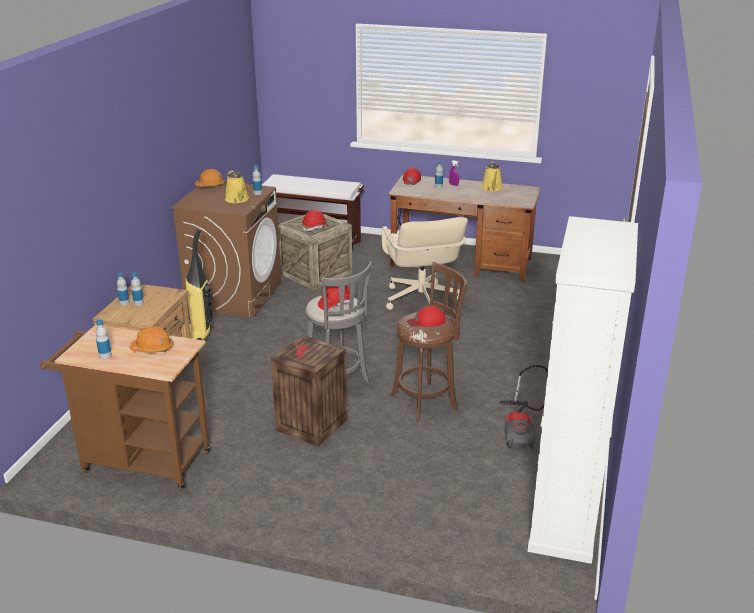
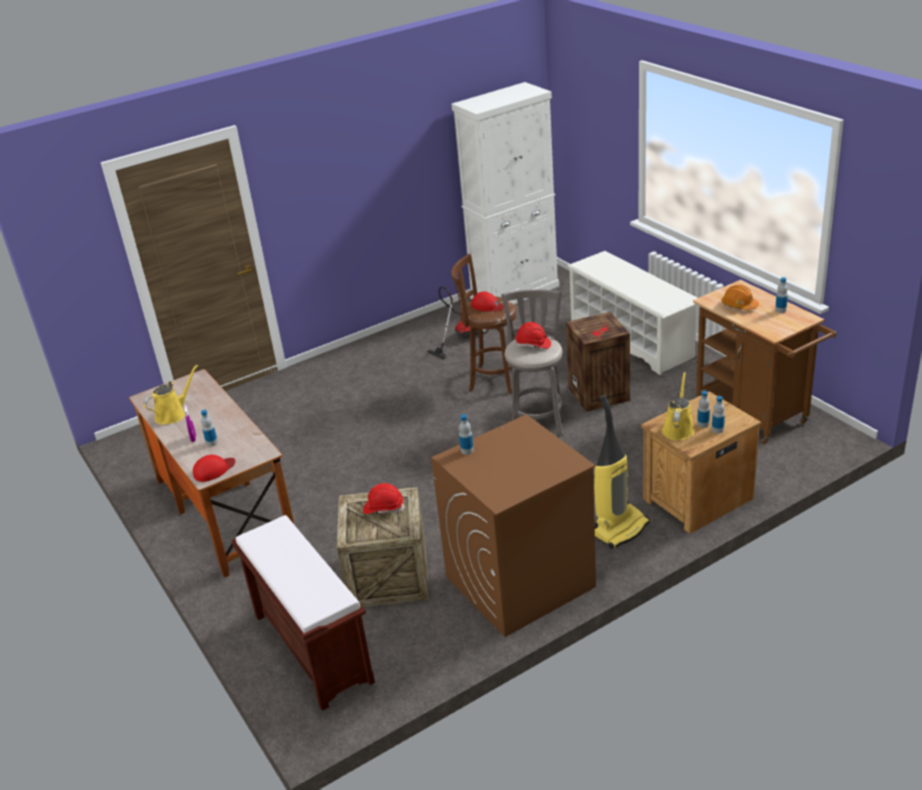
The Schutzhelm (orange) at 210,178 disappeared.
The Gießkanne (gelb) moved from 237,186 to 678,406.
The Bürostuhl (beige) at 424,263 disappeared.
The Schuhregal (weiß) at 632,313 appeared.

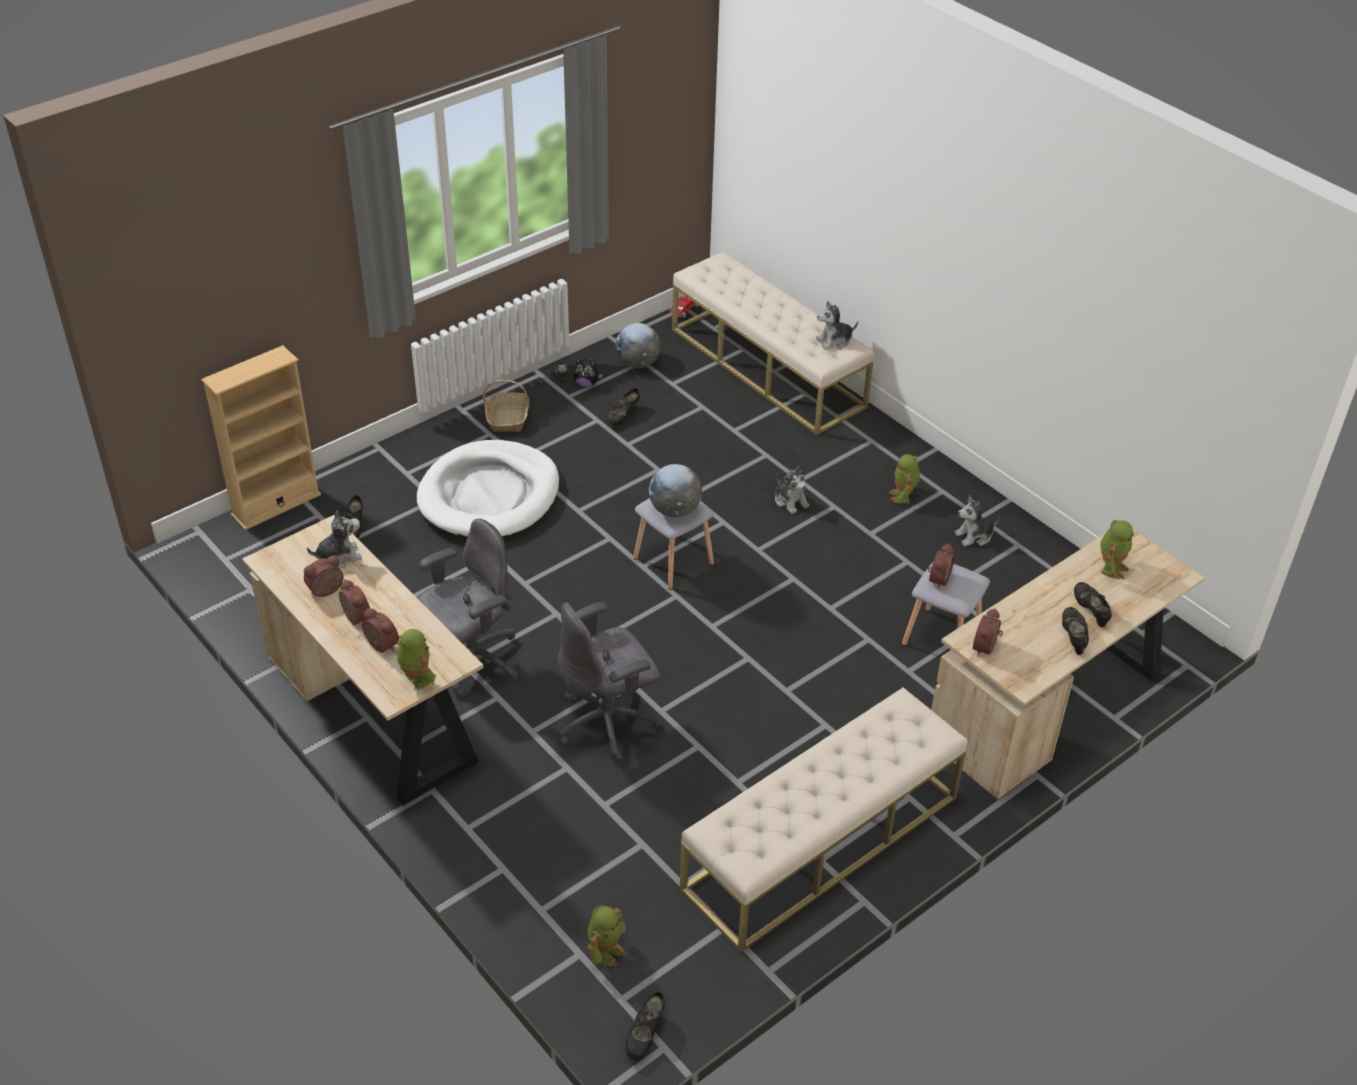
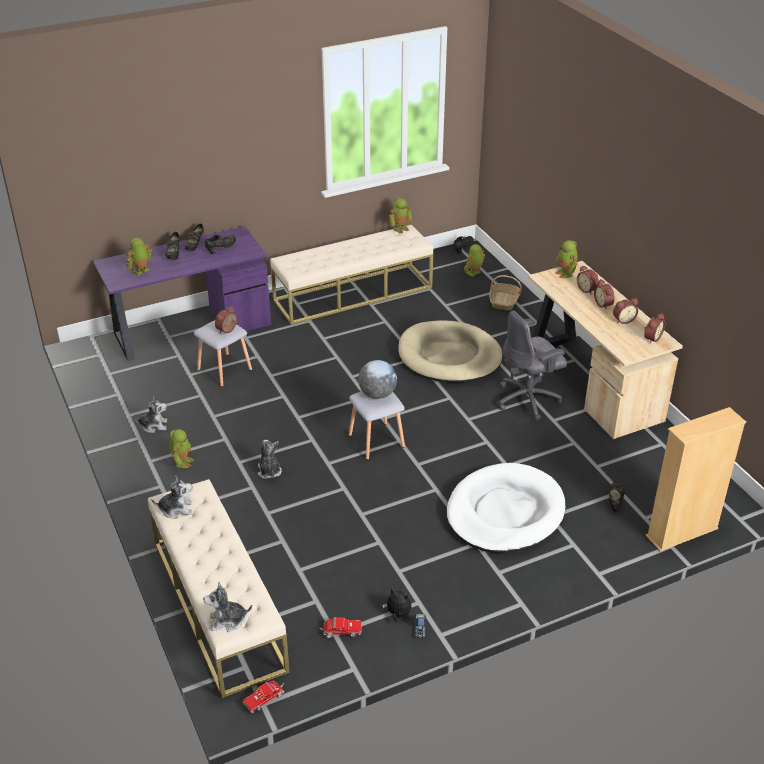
The Plüschtier moved from 334,539 to 227,607.
The Korb moved from 506,406 to 505,292.
The Bürostuhl (grau) at 609,682 was replaced by the Hundebett (beige) at 450,351.
The Schuh (schwarz) moved from 623,407 to 220,244.
The Globus at 638,345 was replaced by the Spielzeuglaster at 340,627.
The Schreibtisch (beige) at 1067,664 became the Schreibtisch (lila) at 182,293.
The Wecker moved from 988,632 to 654,328.
The Spielzeugroboter at 400,215 appeared.

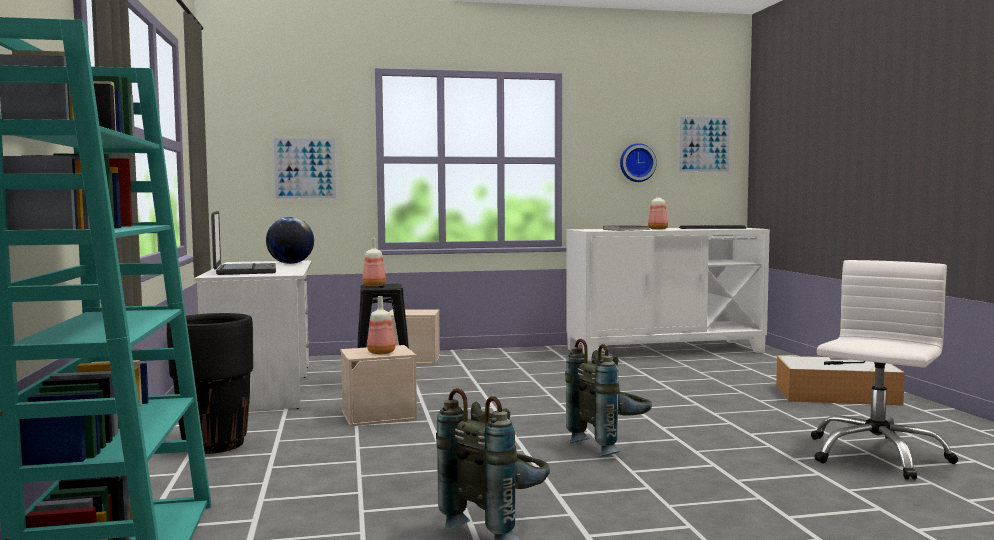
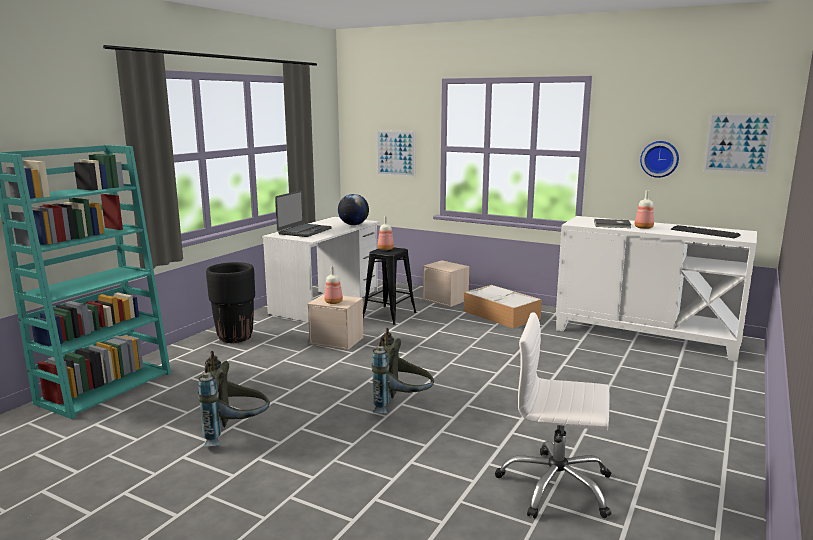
The Aufbewahrungsbox moved from 840,381 to 503,306.
The Bürostuhl (weiß) at 884,370 turned 150 degrees counterclockwise.

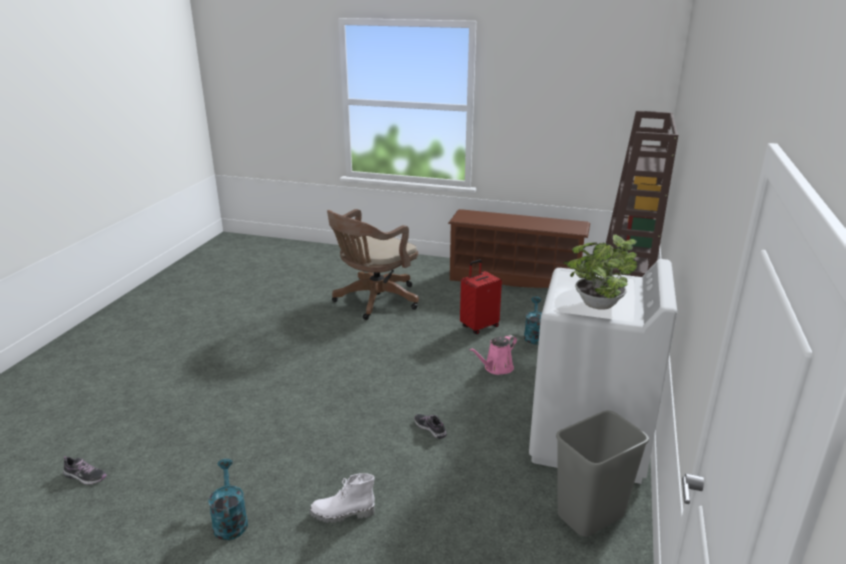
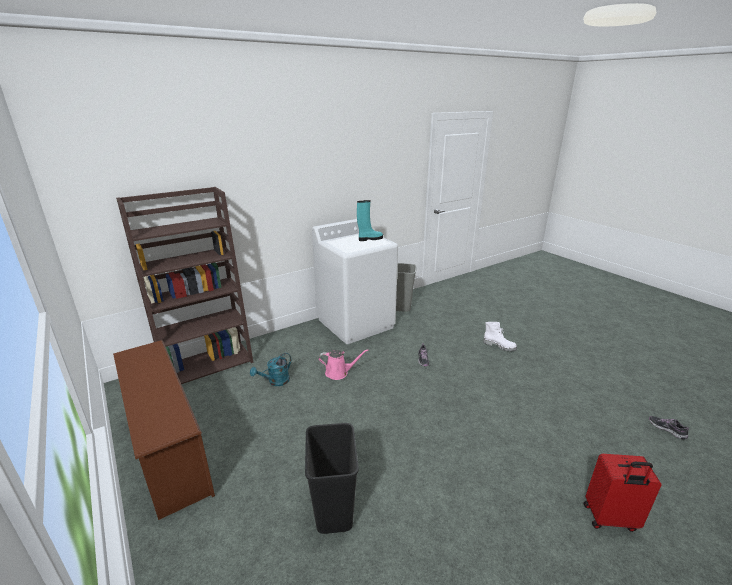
The Gießkanne (türkis) at 228,499 disappeared.
The Bürostuhl (braun) at 373,264 was replaced by the Mülleimer (schwarz) at 332,478.
The Koffer (rot) moved from 481,297 to 623,493.
The Topfpflanze at 600,272 was replaced by the Stiefel (türkis) at 370,220.

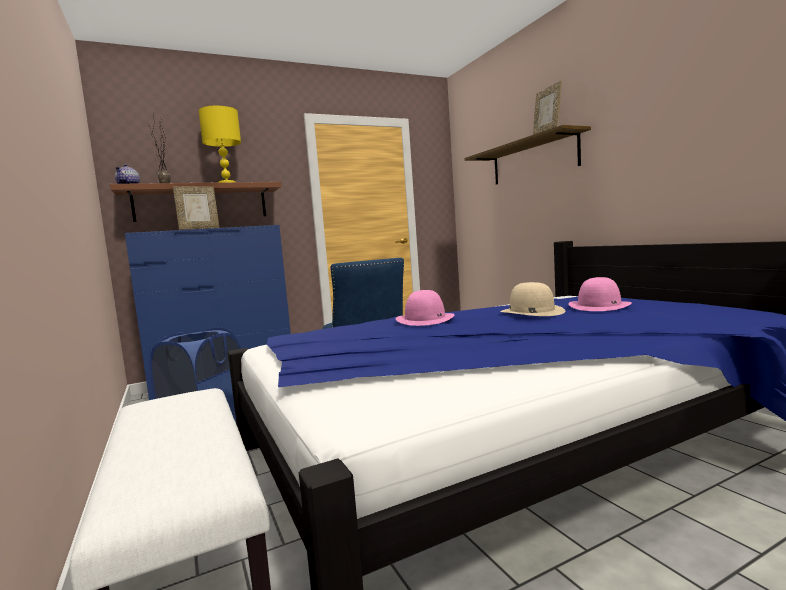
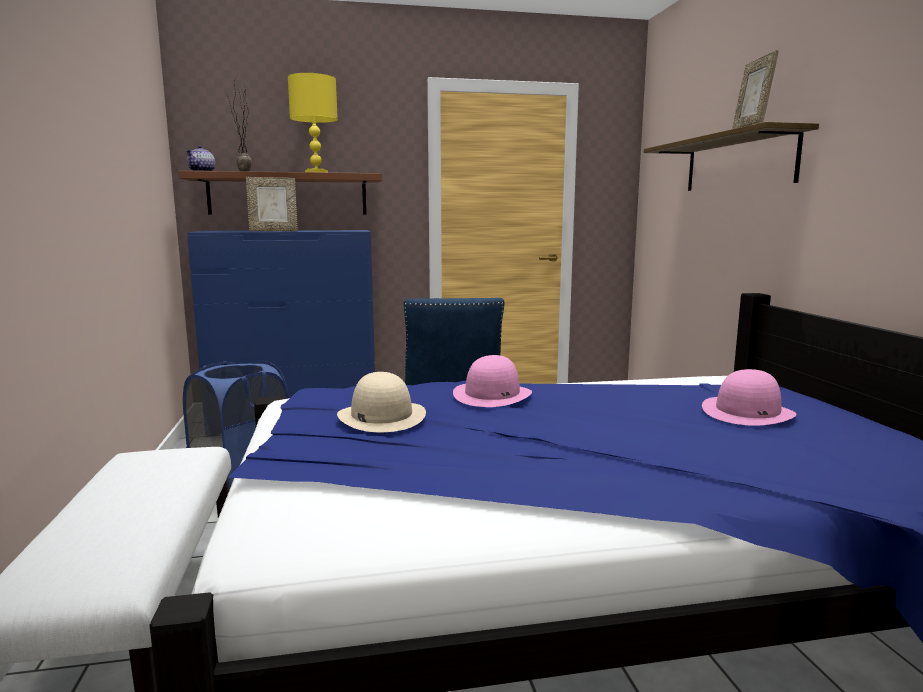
The Hut (beige) moved from 532,299 to 381,402.

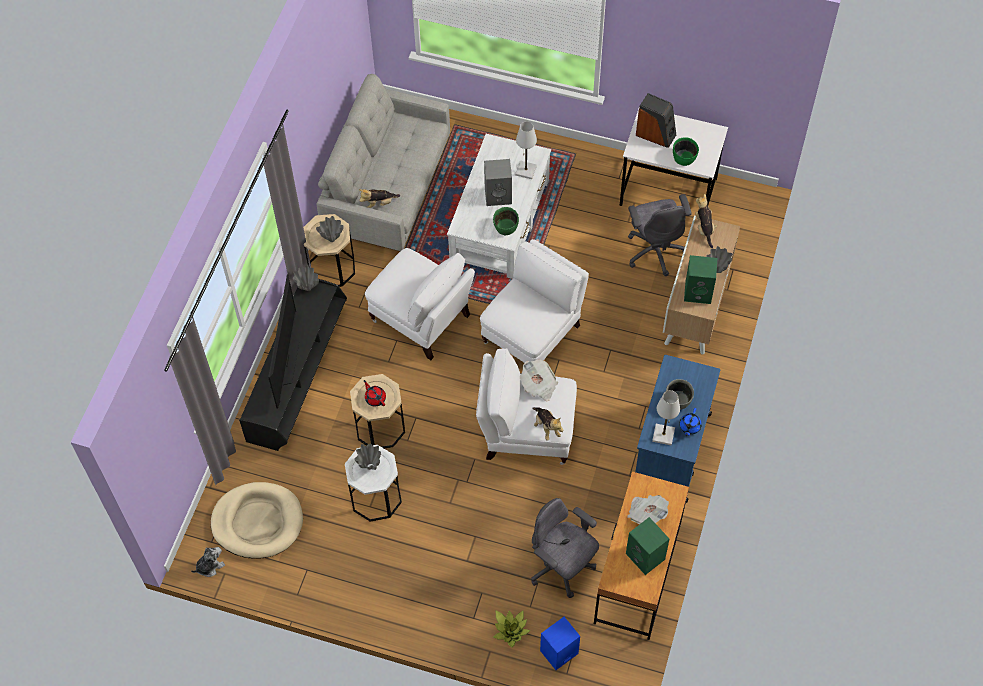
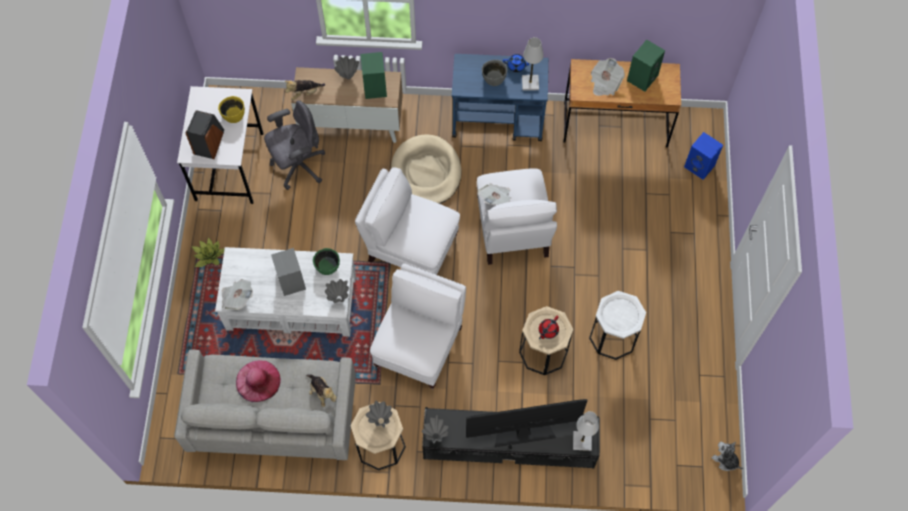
The Hundebett (beige) moved from 257,520 to 426,169.
The Vase (grau) moved from 367,457 to 337,291.
The Topfpflanze moved from 512,629 to 208,252.
The Tischlampe (weiß) moved from 526,150 to 586,431.
The Bürostuhl (grau) at 565,548 disappeared.
The Plüschtier at 548,424 disappeared.
The Schüssel (grün) at 686,151 became the Schüssel (gelb) at 231,109.
The Zeitung at 237,294 appeared.
The Hut (rosa) at 258,381 appeared.

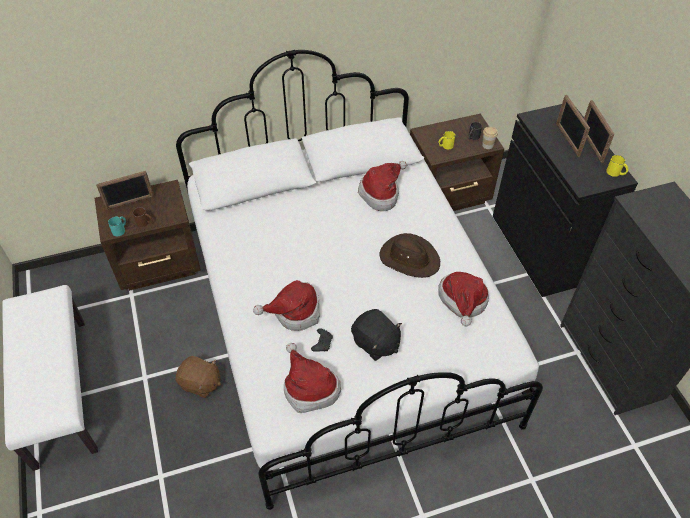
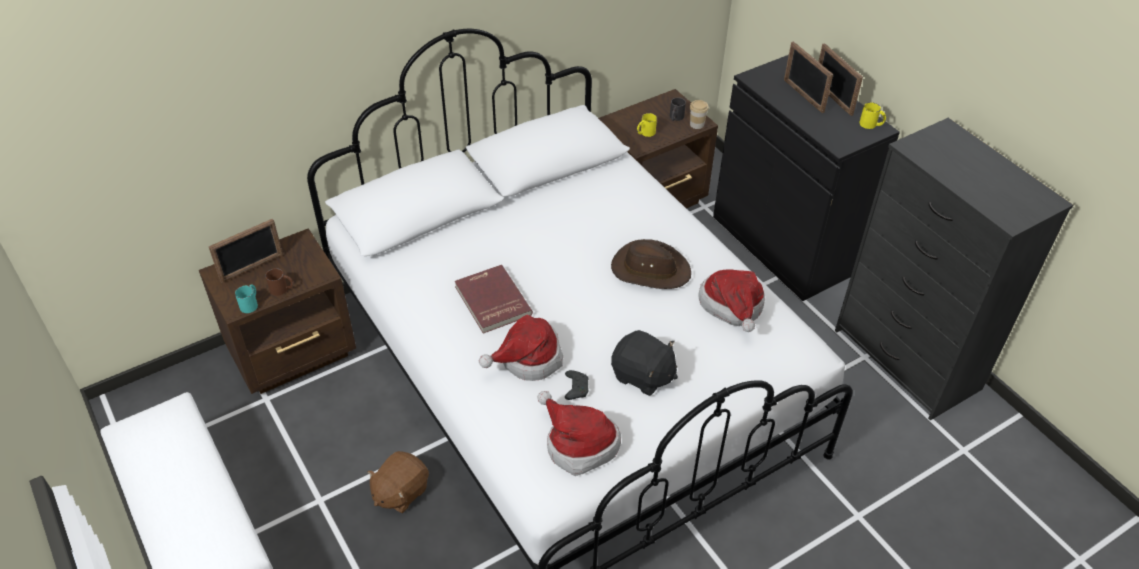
The Plüschtier (braun) at 198,377 turned 120 degrees clockwise.
The Hut at 382,186 disappeared.
The Buch (rot) at 493,299 appeared.

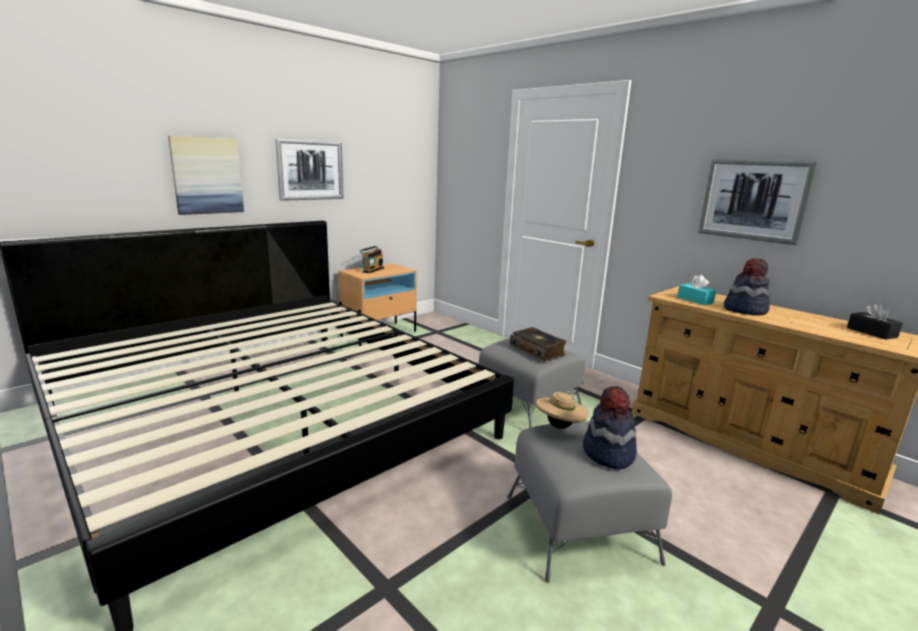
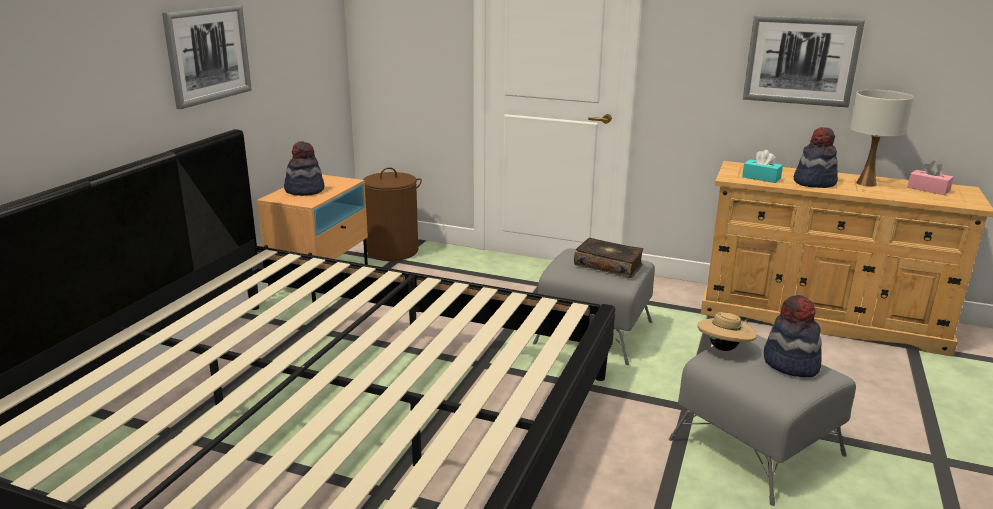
The Bild at 206,175 disappeared.
The Radio at 371,259 was replaced by the Hut at 304,168.
The Taschentuchbox (schwarz) at 875,321 became the Taschentuchbox (rosa) at 930,178.
The Wäschekorb (braun) at 392,214 appeared.
The Tischlampe (weiß) at 882,138 appeared.

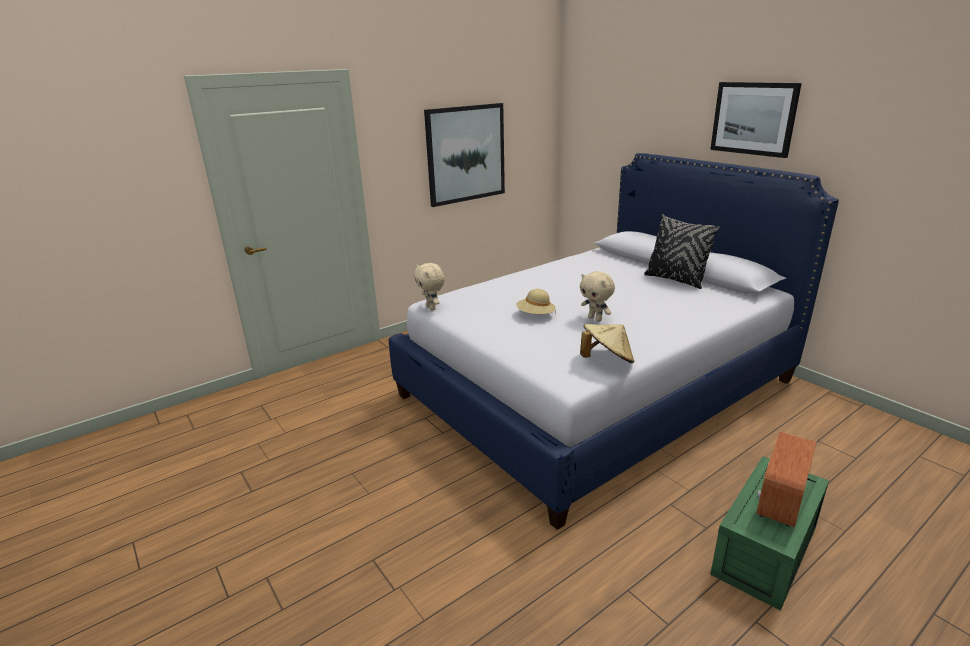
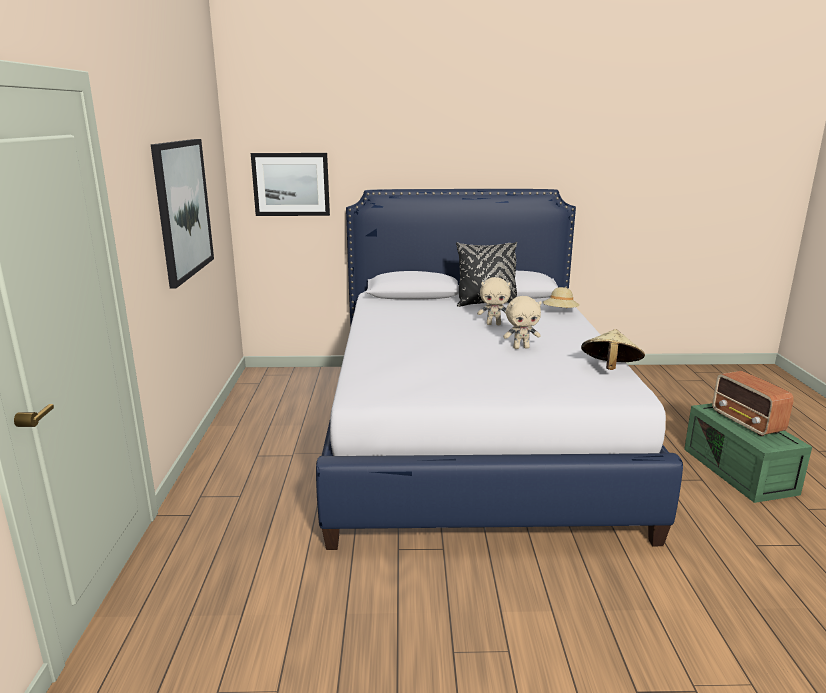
The Plüschtier (beige) moved from 429,287 to 494,301.
The Hut (beige) moved from 536,301 to 561,297.
The Bild moved from 756,120 to 290,184.

